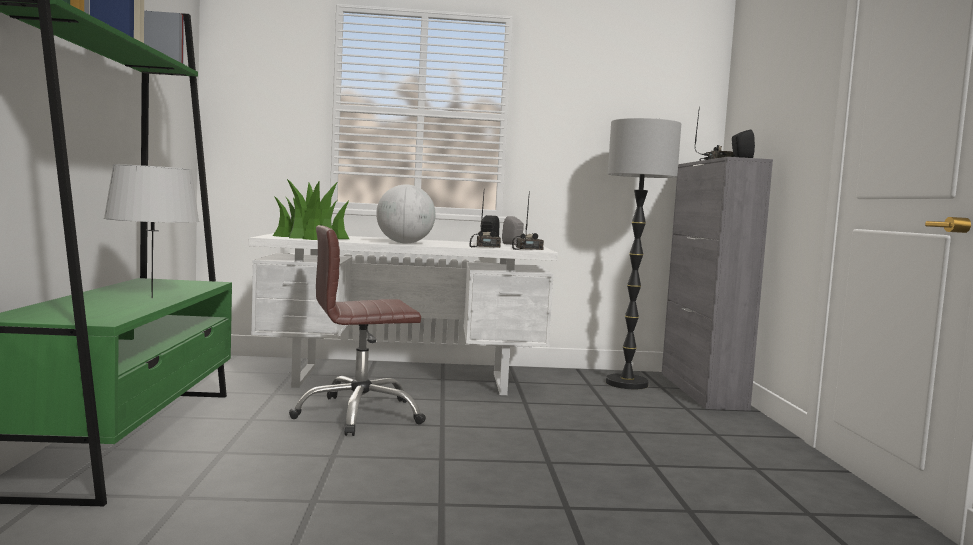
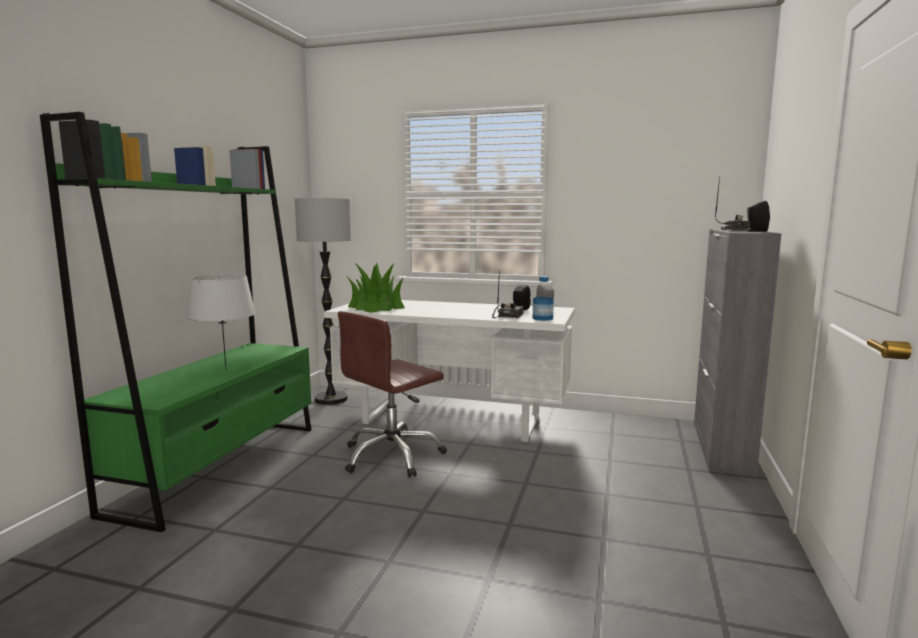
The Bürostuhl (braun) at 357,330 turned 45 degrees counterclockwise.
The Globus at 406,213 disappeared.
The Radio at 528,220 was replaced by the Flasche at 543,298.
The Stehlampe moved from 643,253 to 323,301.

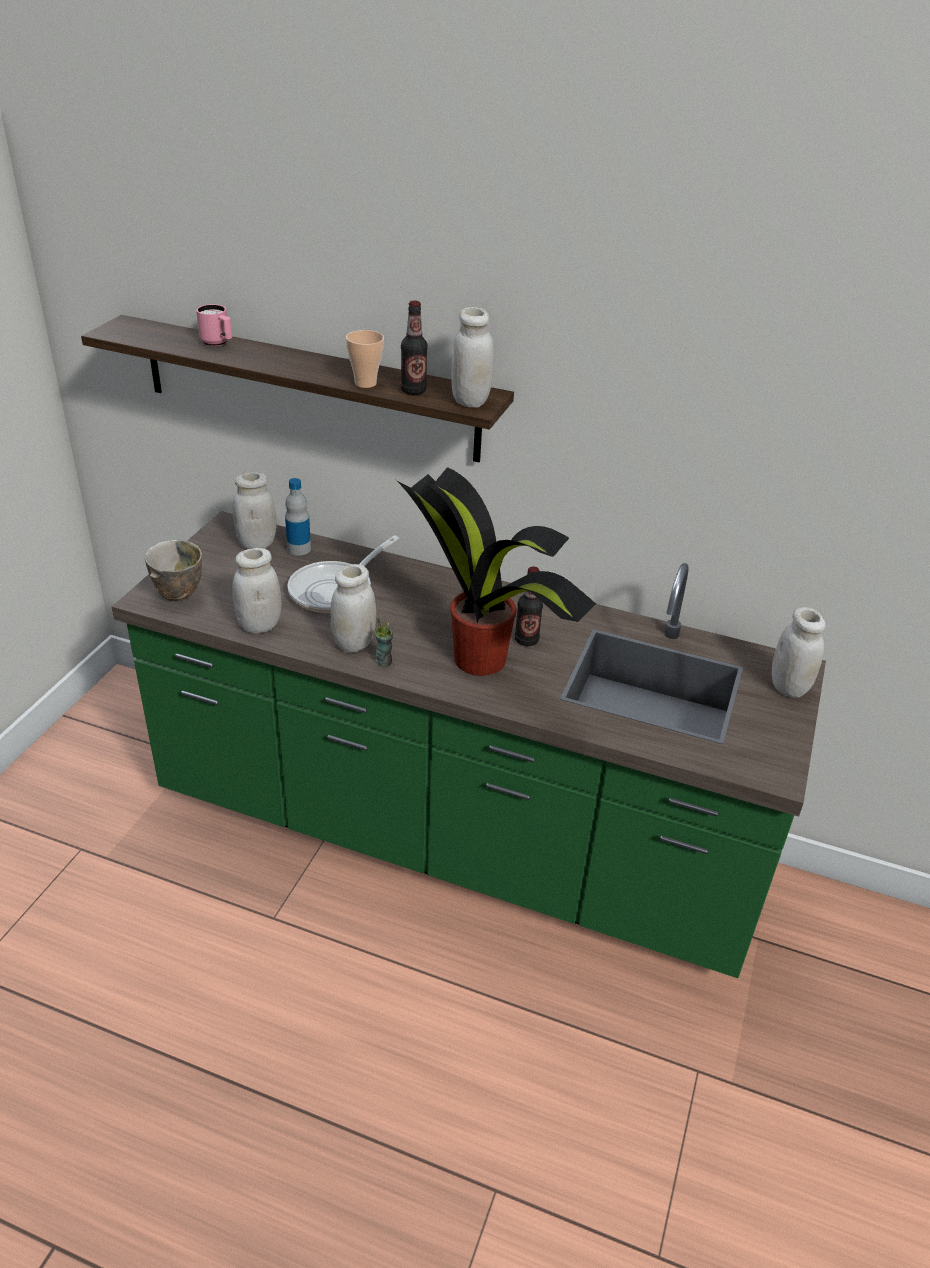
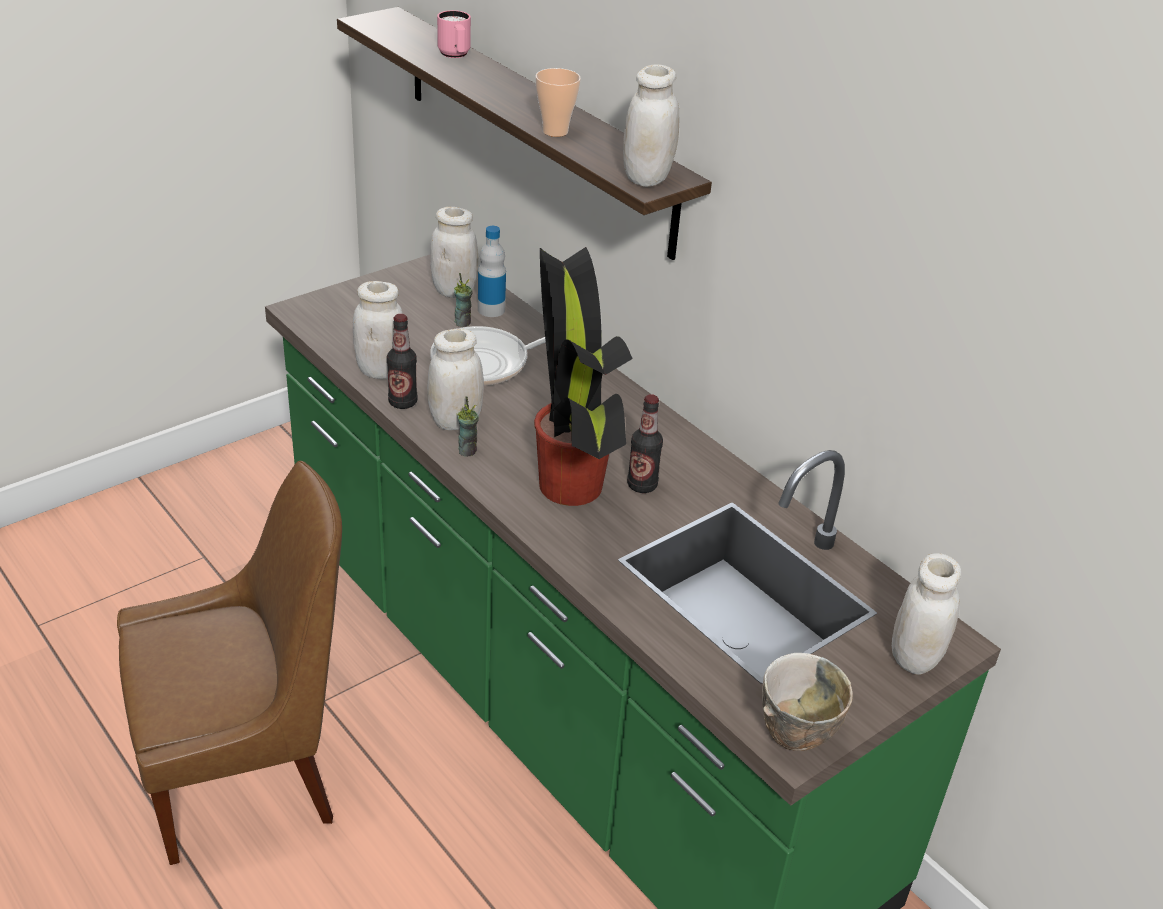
The Schüssel moved from 173,570 to 807,702.
The Flasche moved from 414,348 to 402,361.
The Stuhl (braun) at 229,663 appeared.
The Tasse at 463,300 appeared.

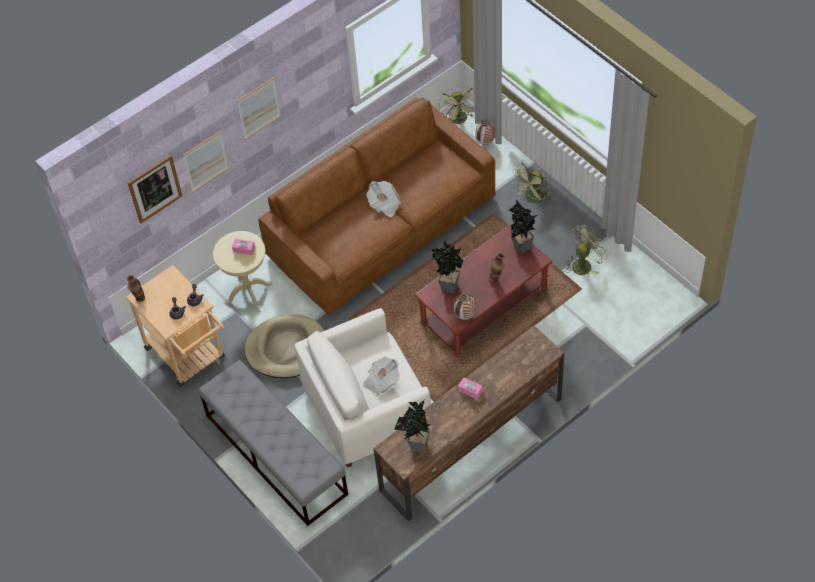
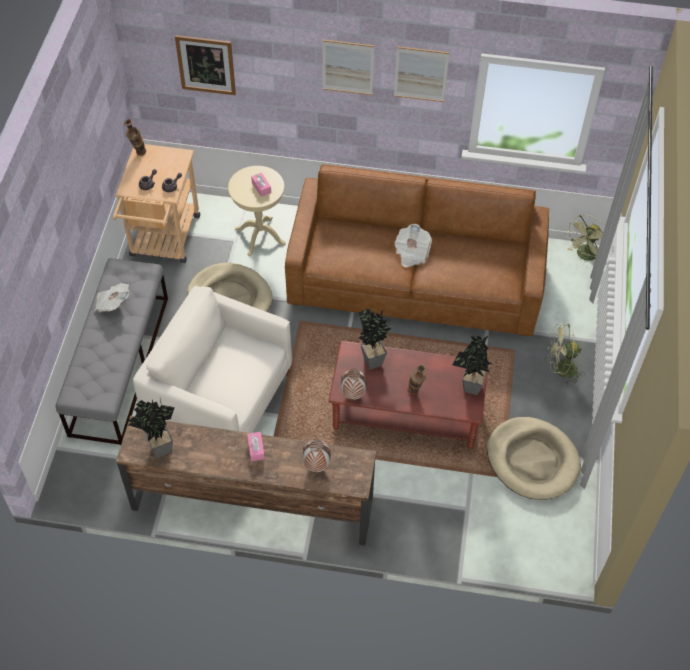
The Bild moved from 206,161 to 421,74.
The Zeitung moved from 381,376 to 112,297.
The Vase moved from 485,132 to 317,455.
The Ventilator (grün) at 587,249 was replaced by the Hundebett (beige) at 534,458.

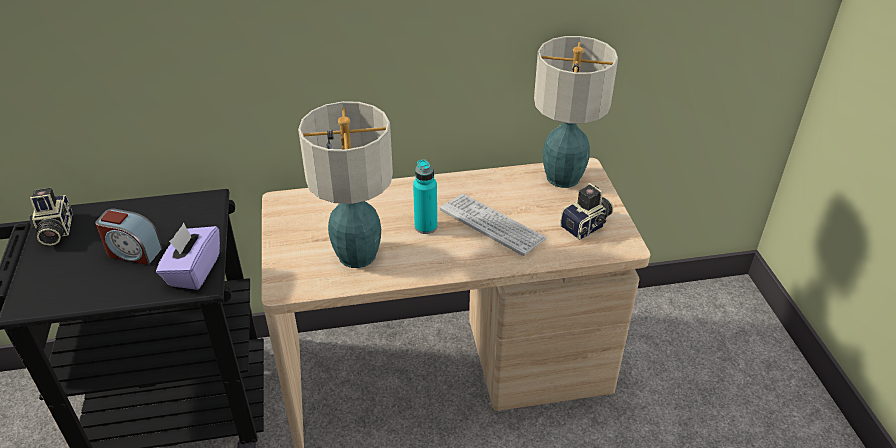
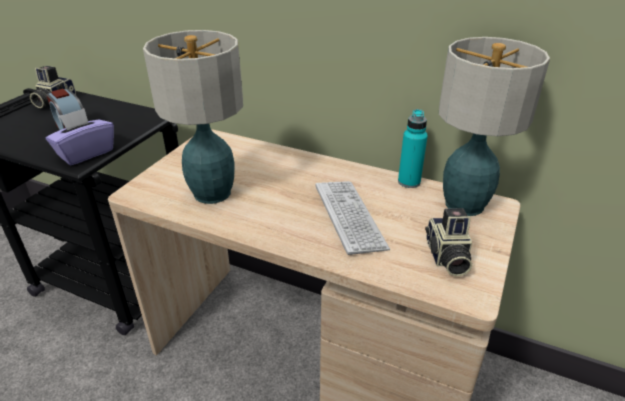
The Flasche (türkis) moved from 425,196 to 413,148.
The Kamera at 586,211 turned 90 degrees clockwise.

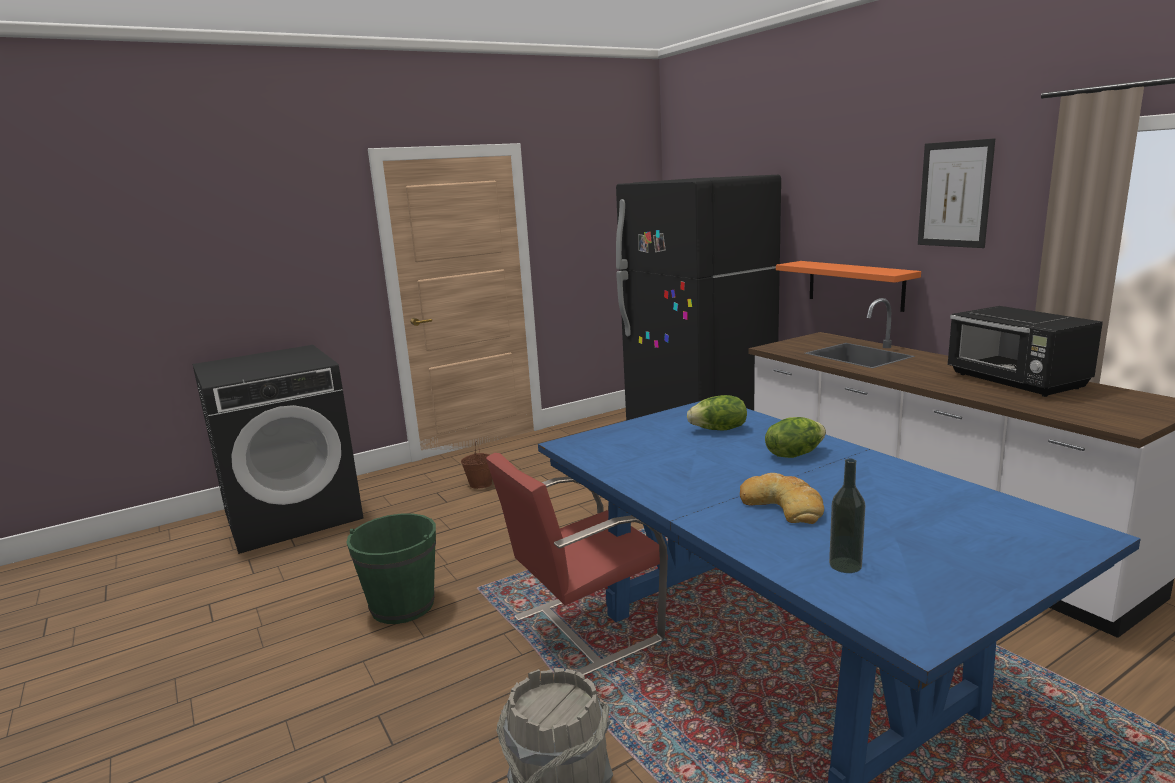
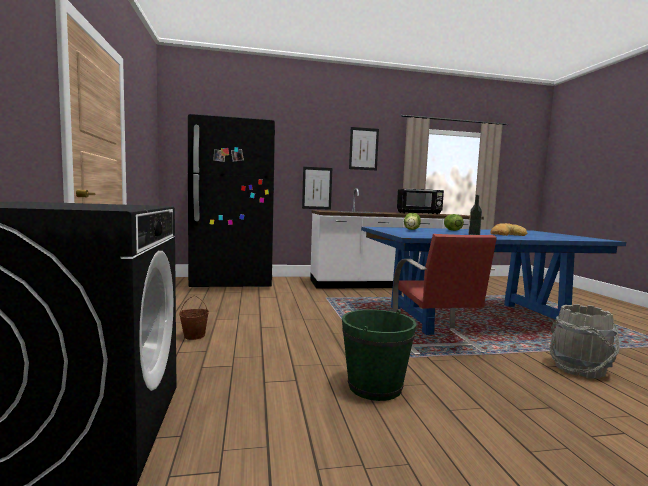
The Wandregal (orange) at 848,286 was replaced by the Bild at 317,188.
The Flasche moved from 847,515 to 475,215.

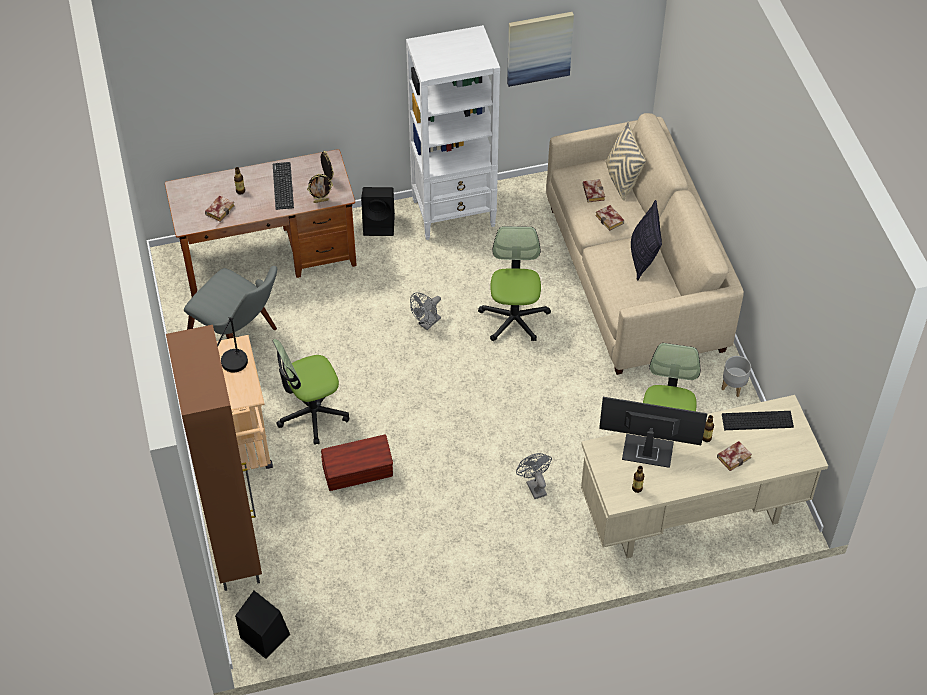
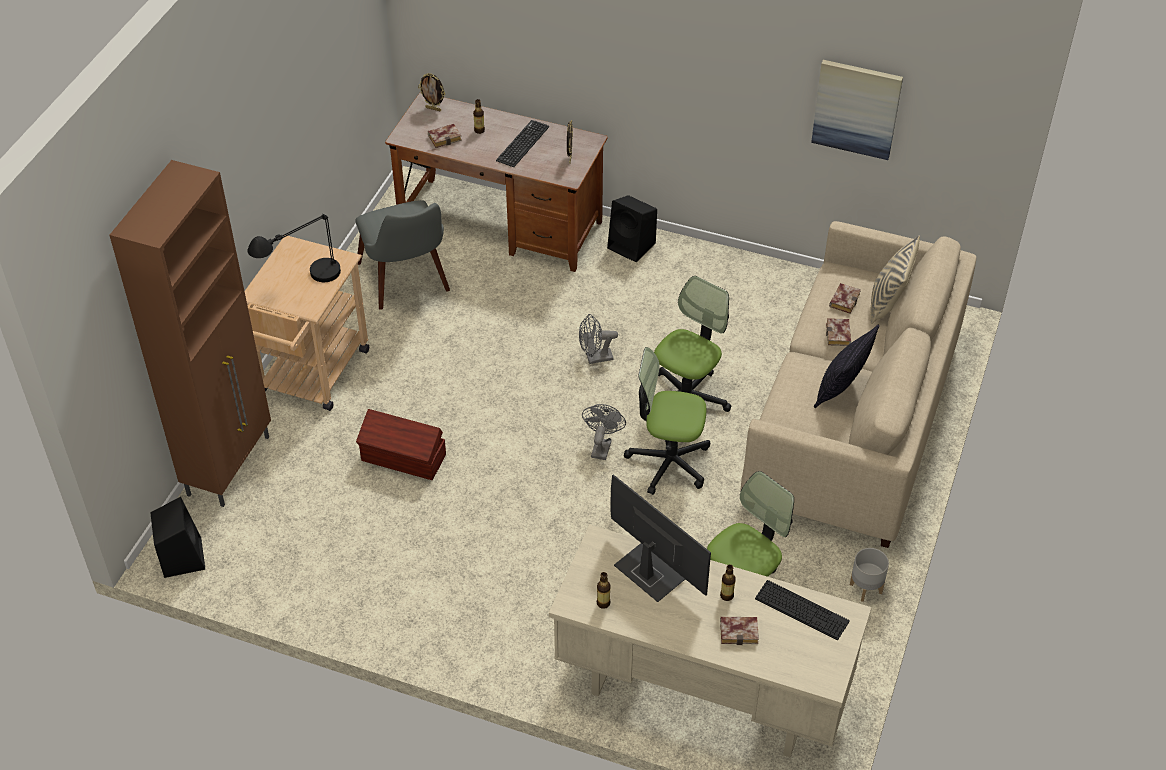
The Bürostuhl moved from 311,392 to 667,421.
The Bilderrahmen moved from 320,188 to 431,92.
The Bücherregal (weiß) at 453,132 disappeared.
The Ventilator (grau) moved from 534,476 to 604,432.

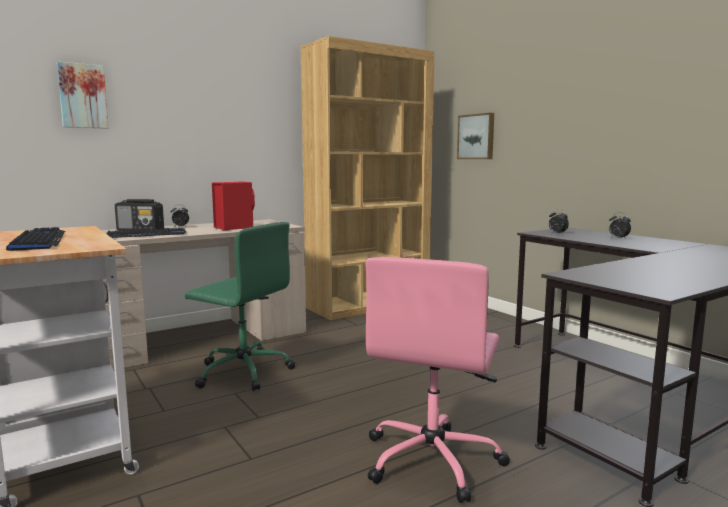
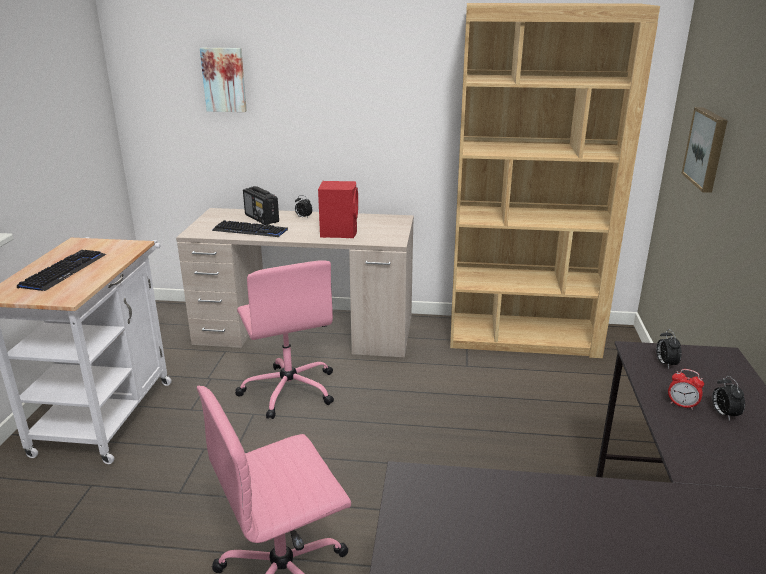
The Bürostuhl (grün) at 240,306 became the Bürostuhl (rosa) at 284,339.
The Wecker at 686,389 appeared.

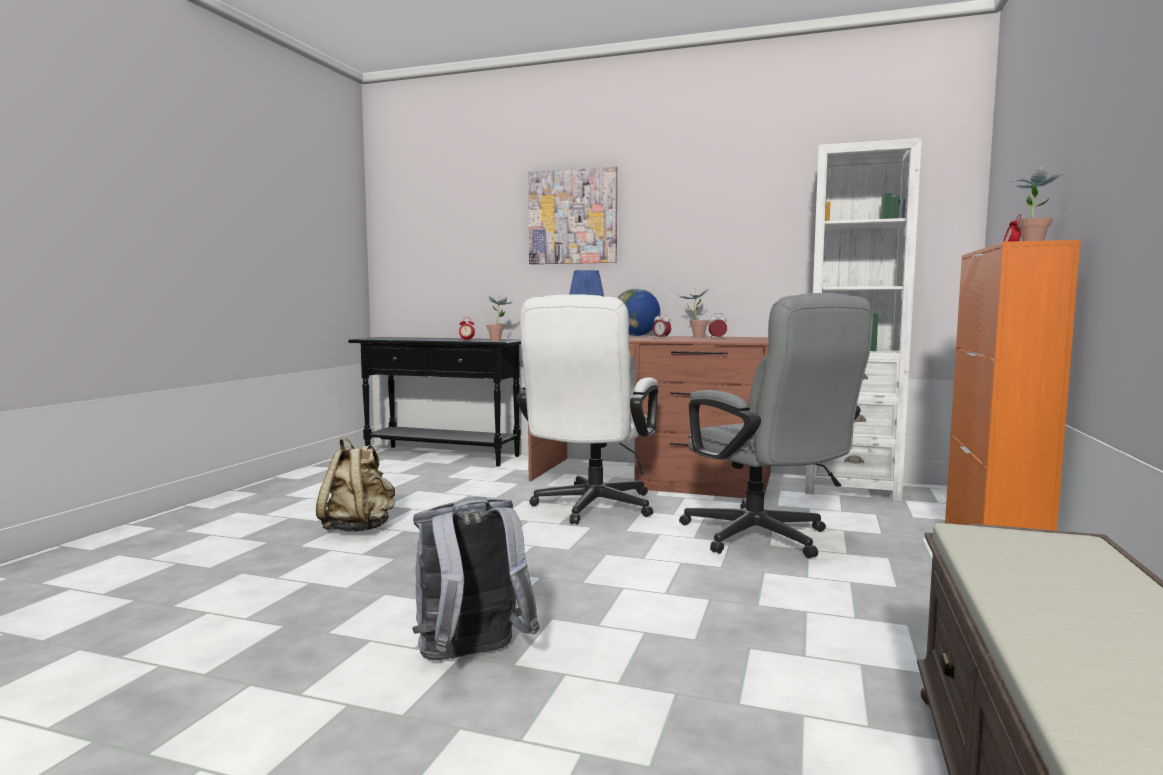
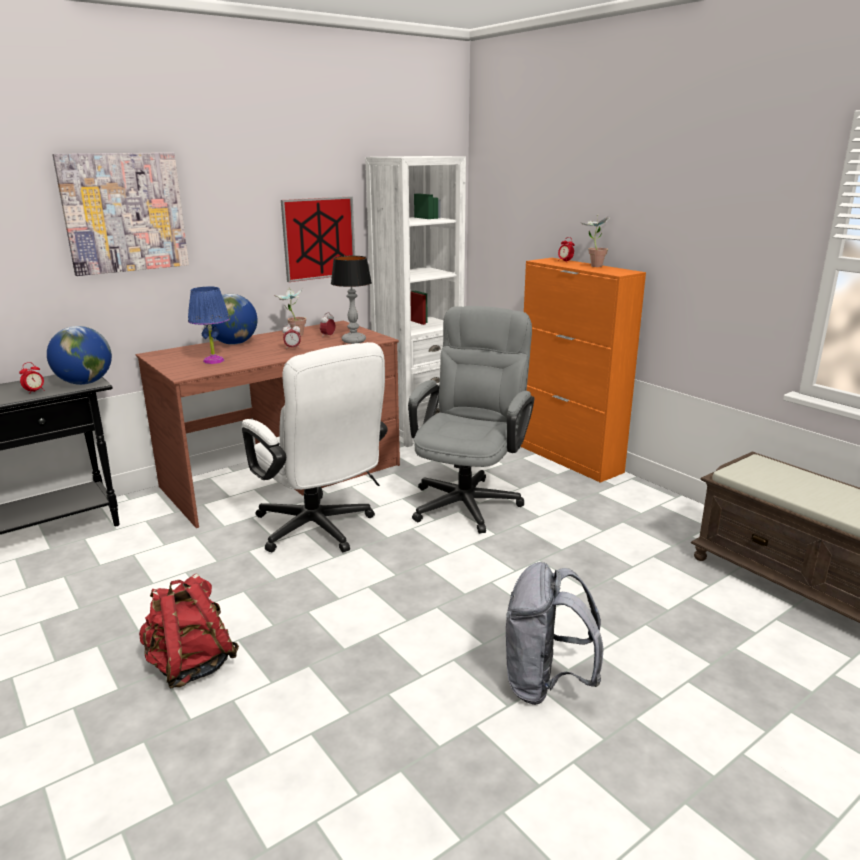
The Rucksack (beige) at 355,485 became the Rucksack (rot) at 189,630.
The Topfpflanze at 499,318 was replaced by the Globus at 79,355.
The Bürostuhl (grau) at 776,425 turned 75 degrees counterclockwise.
The Bild at 318,239 appeared.
The Tischlampe at 351,300 appeared.

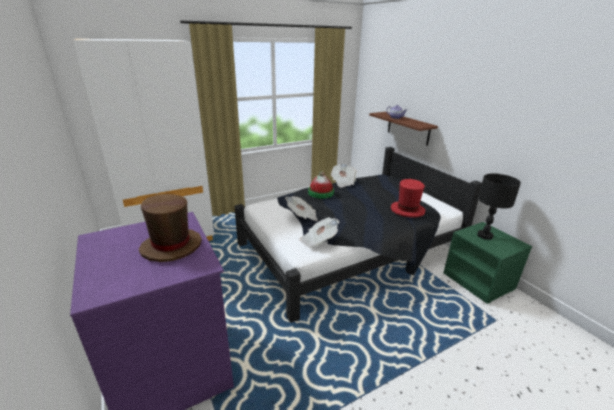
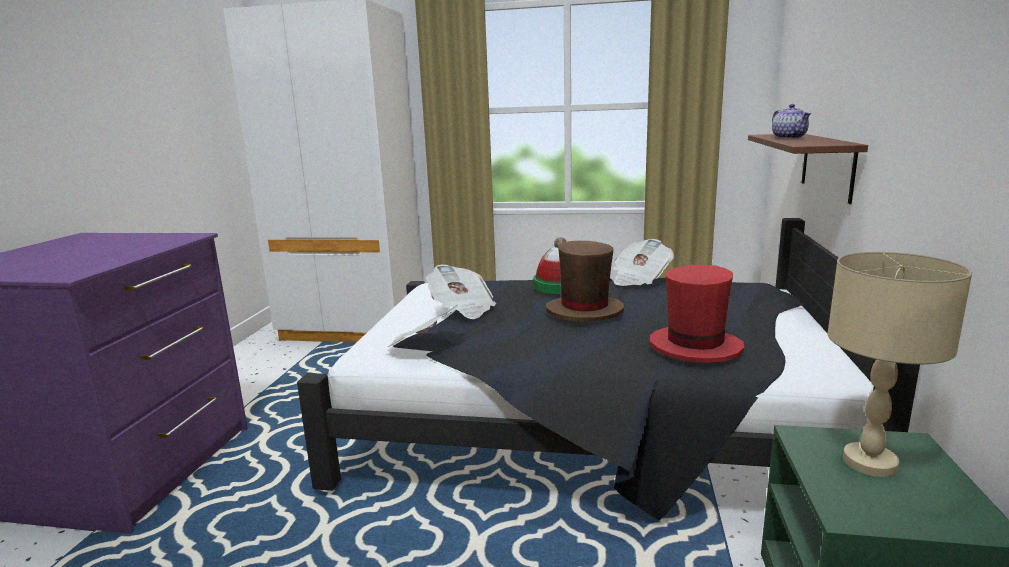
The Hut (braun) moved from 170,228 to 585,281.
The Tischlampe (schwarz) at 499,206 became the Tischlampe (beige) at 899,364.

